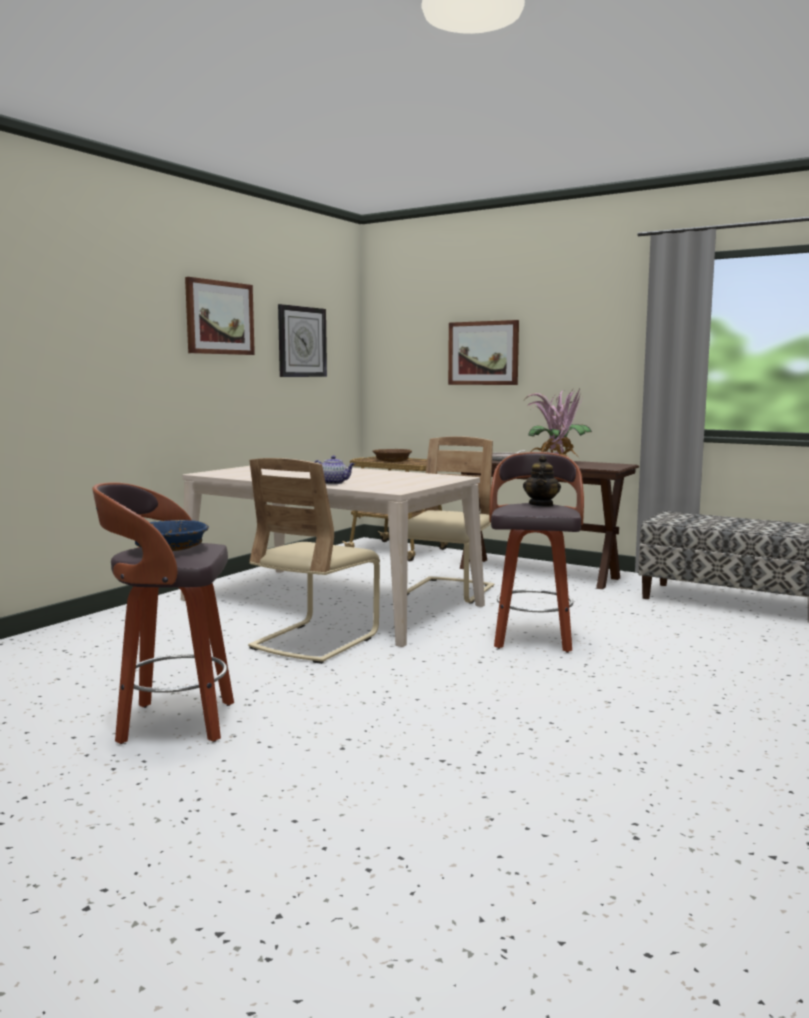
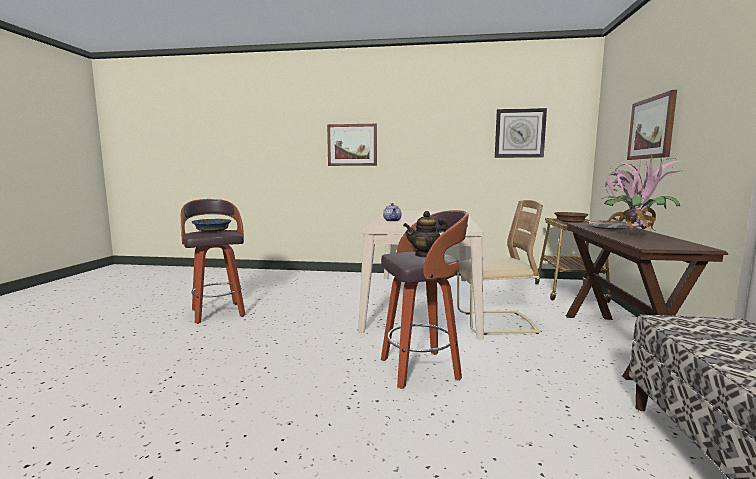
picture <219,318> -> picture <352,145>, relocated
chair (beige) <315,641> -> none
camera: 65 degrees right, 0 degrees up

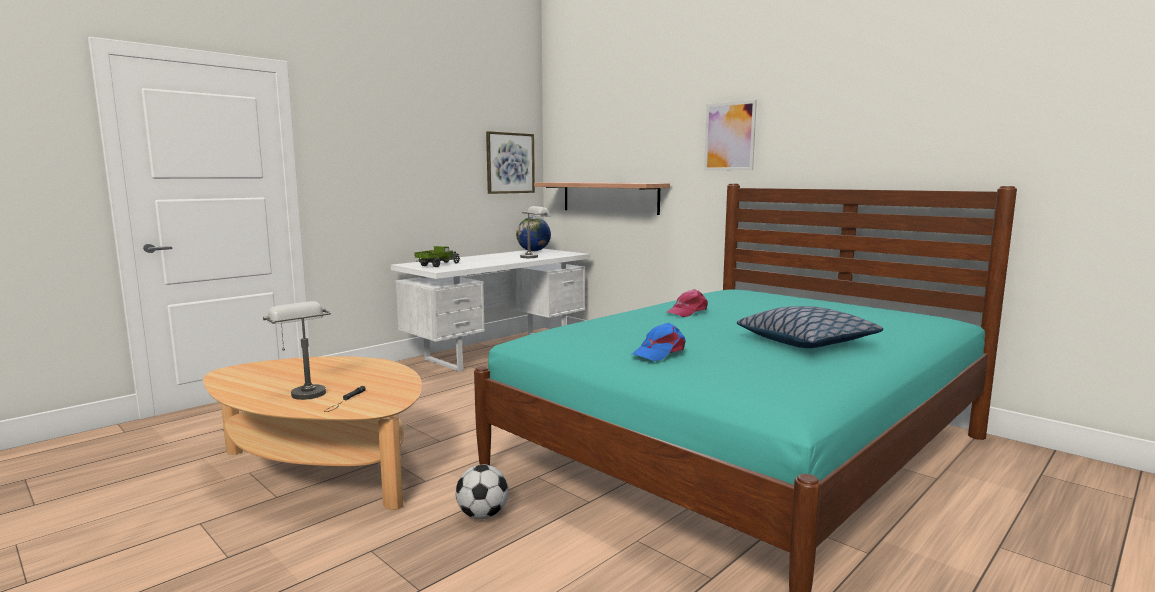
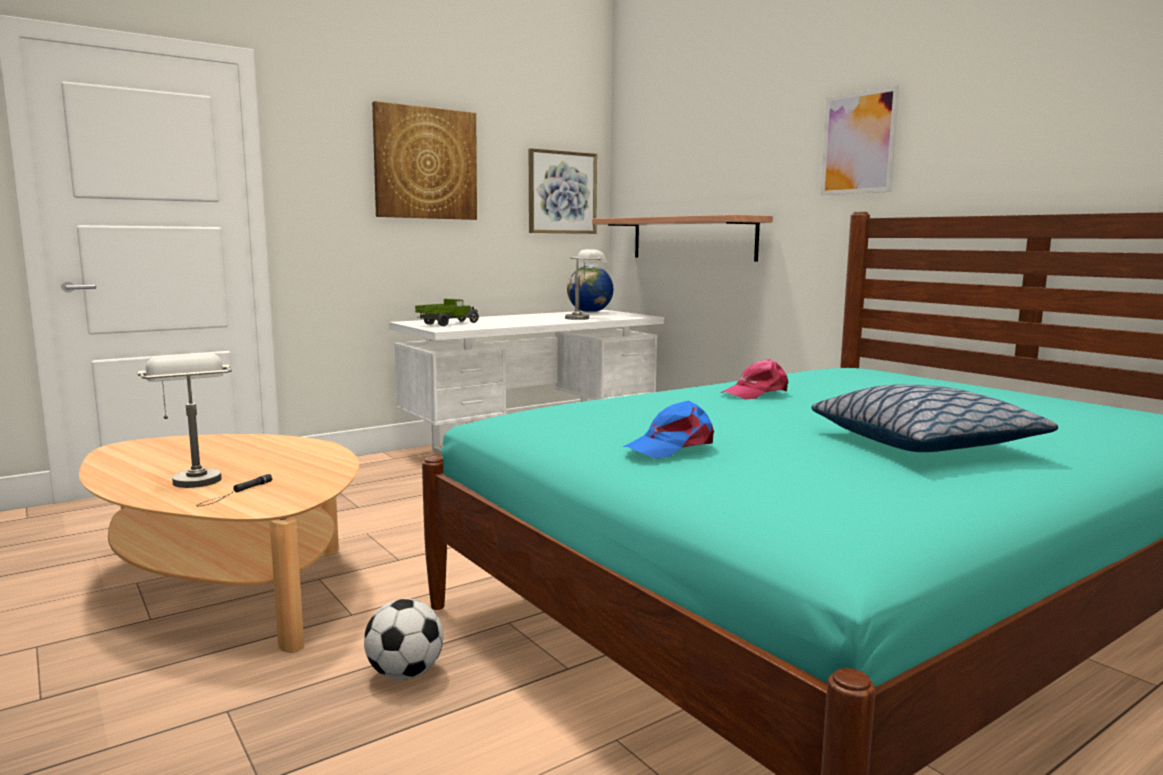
none -> picture <425,163>
camera: 10 degrees right, 0 degrees up

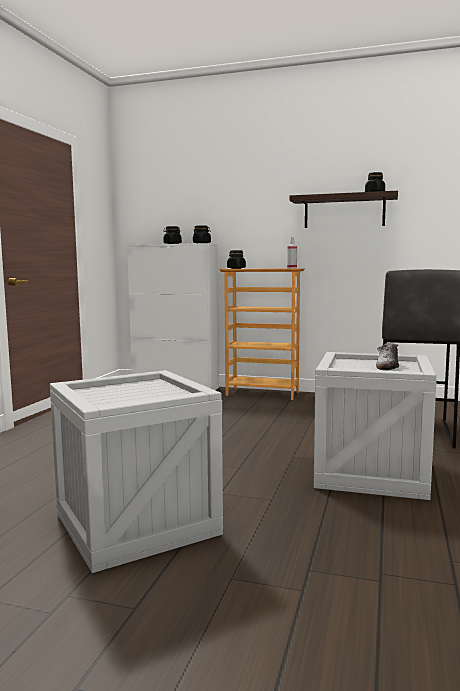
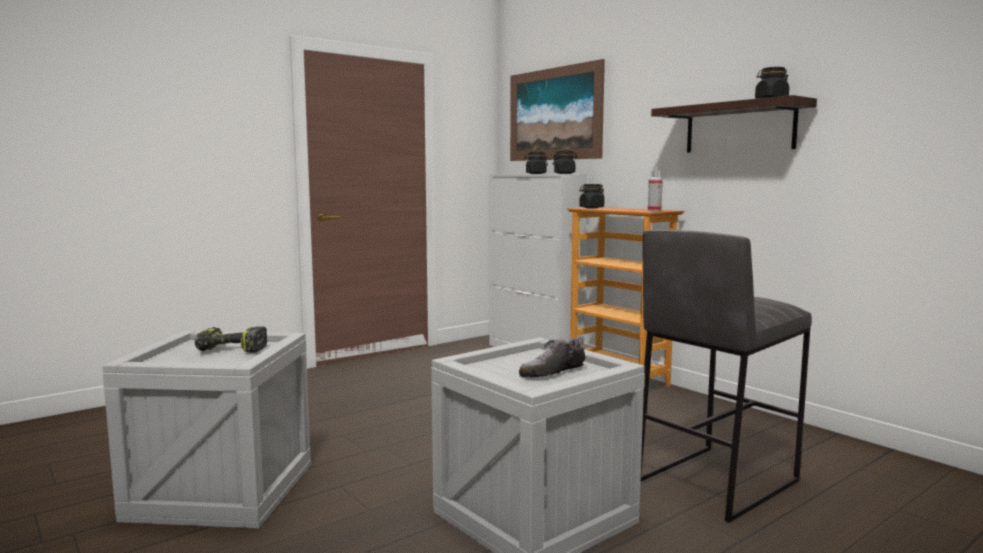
none -> power drill <230,351>
none -> picture <554,114>
camera: 35 degrees right, 0 degrees up

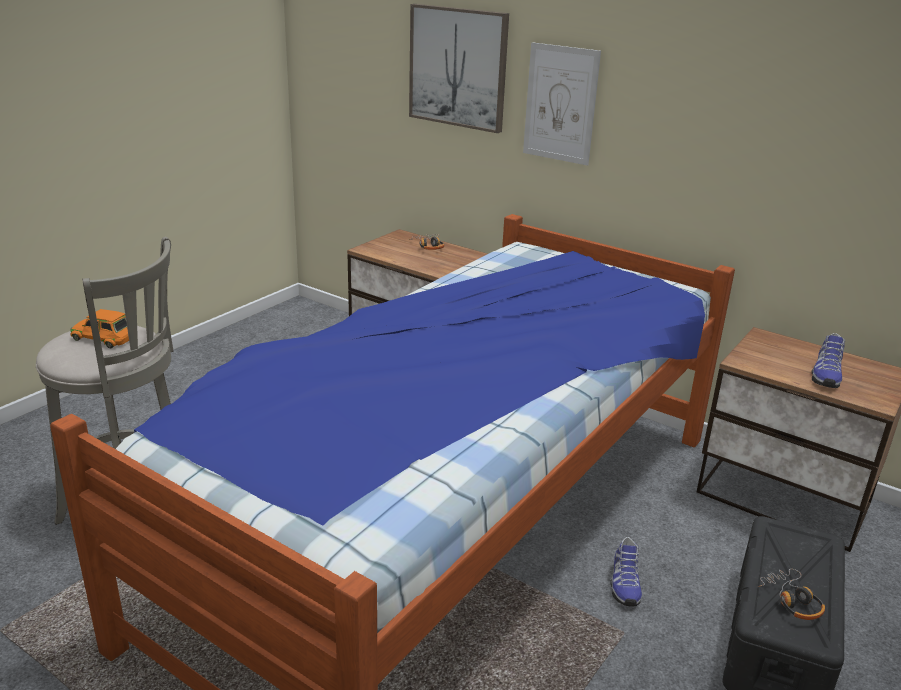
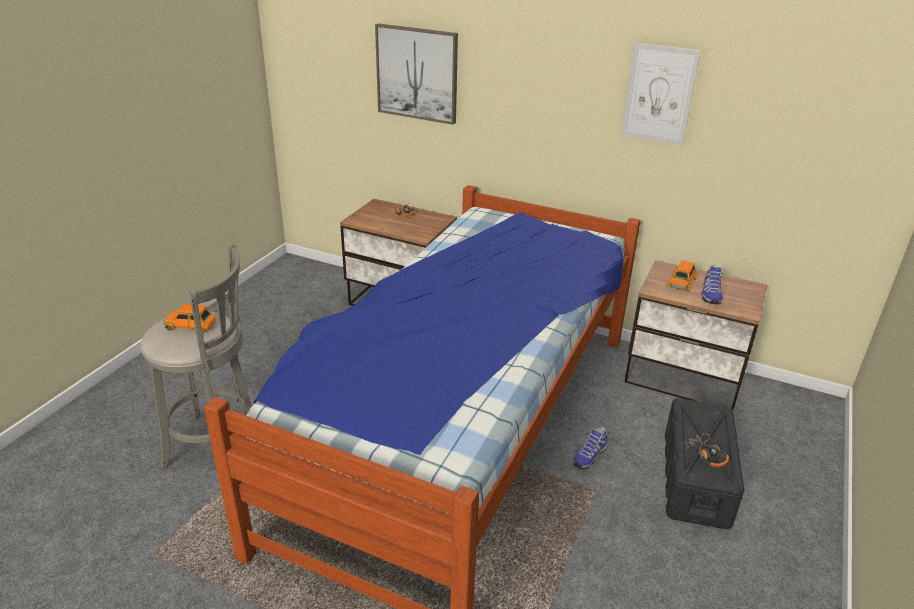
shoe <623,584> -> shoe <589,456>, 45 degrees clockwise
picture <560,104> -> picture <659,94>, relocated
none -> toy car (orange) <681,282>
camera: 10 degrees left, 5 degrees up

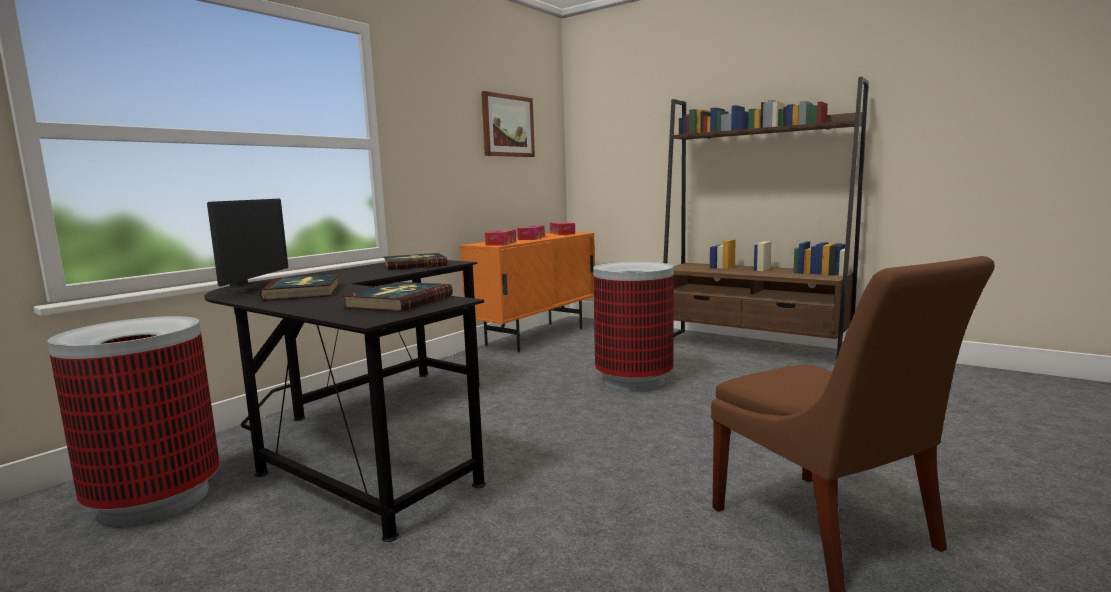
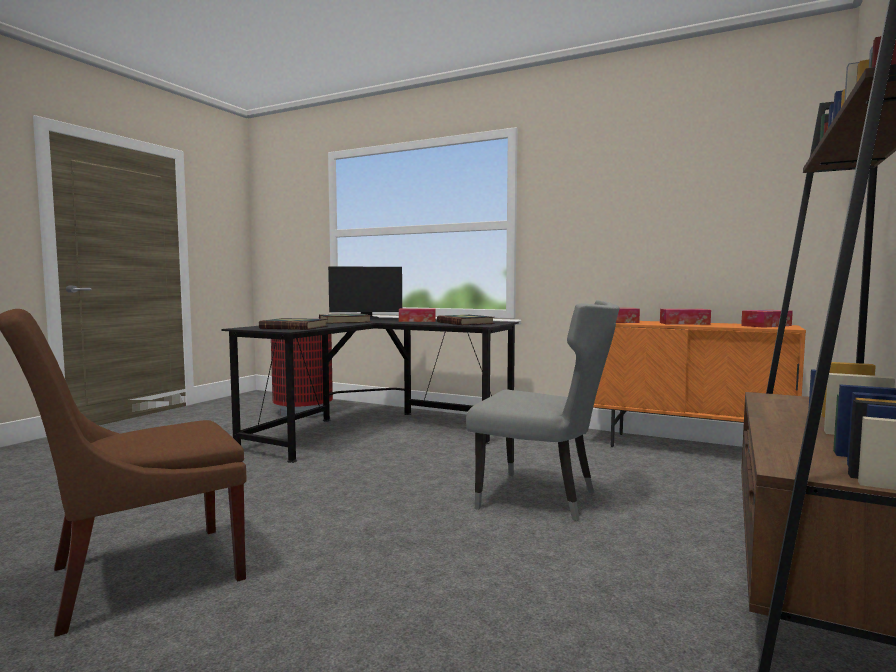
none -> tissue box <417,321>
trash can <634,380> -> chair (grey) <542,498>
picture <507,126> -> none
camera: 80 degrees right, 5 degrees down

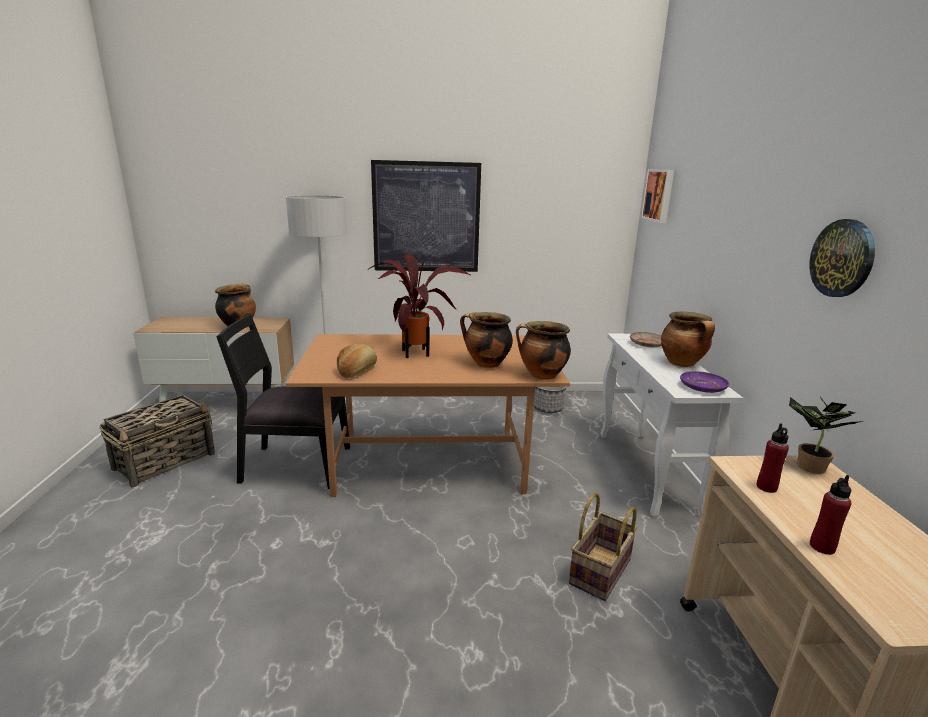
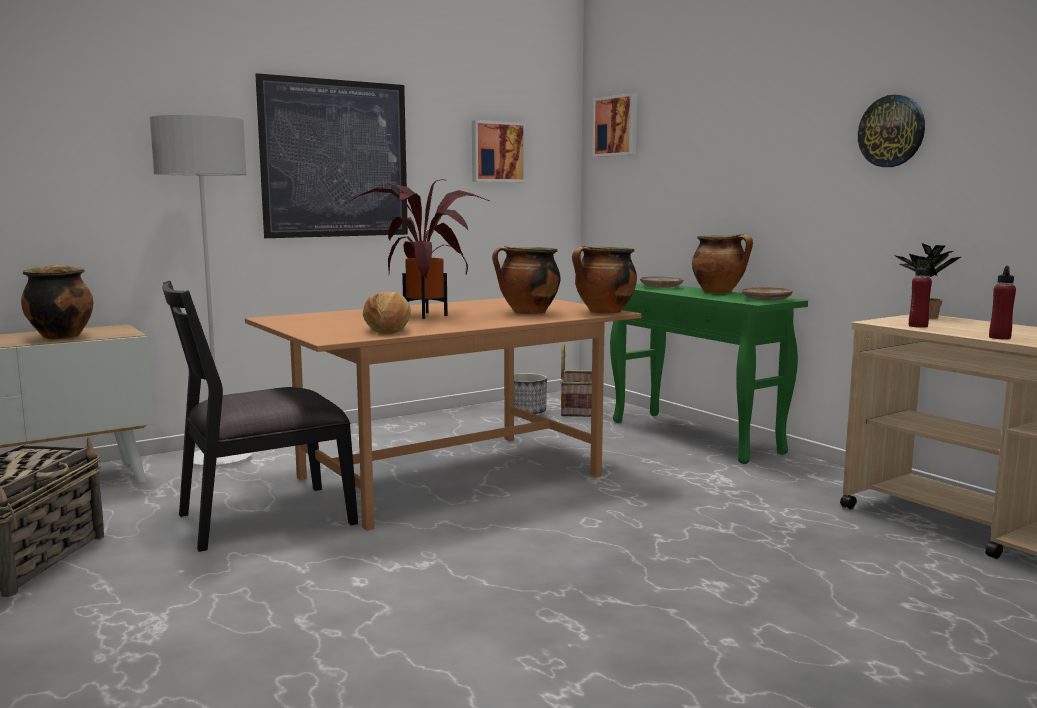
none -> picture <497,152>
basket <601,572> -> basket <578,409>, relocated
console table (white) <647,472> -> console table (green) <696,437>
plate (purple) <702,387> -> plate (beige) <766,299>
camera: 30 degrees left, 10 degrees down

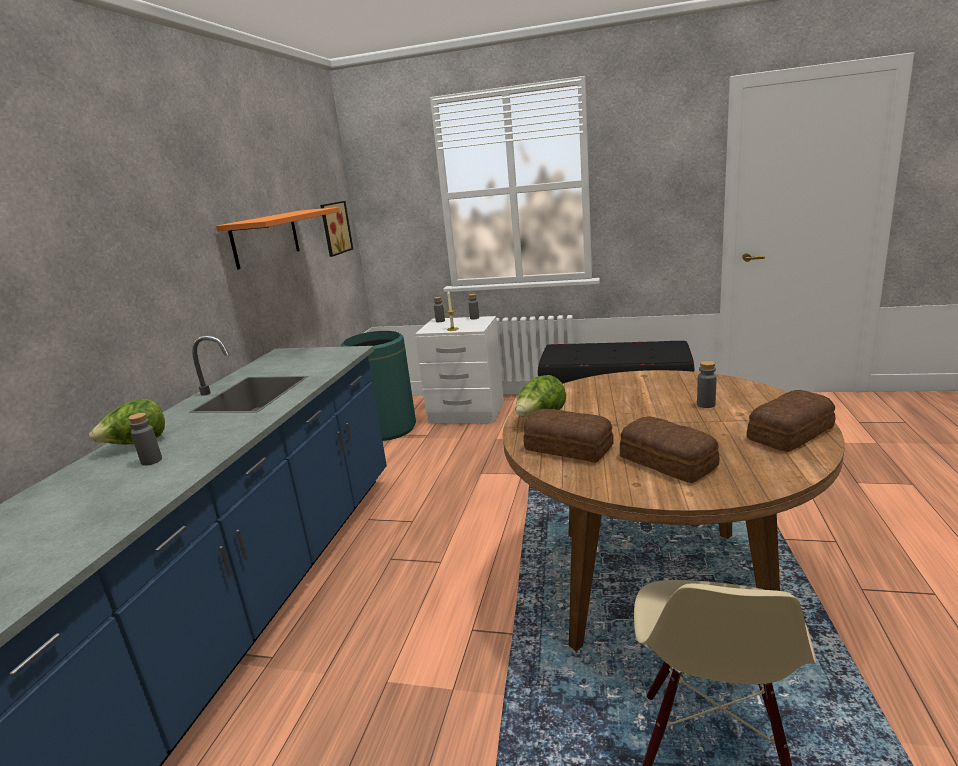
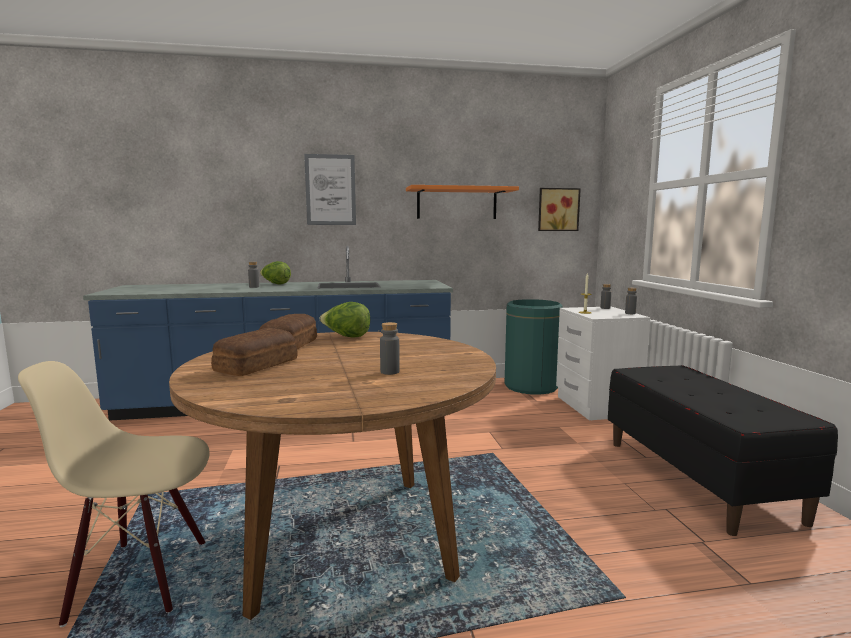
none -> picture <330,190>
bread <787,433> -> none
camera: 65 degrees right, 10 degrees down

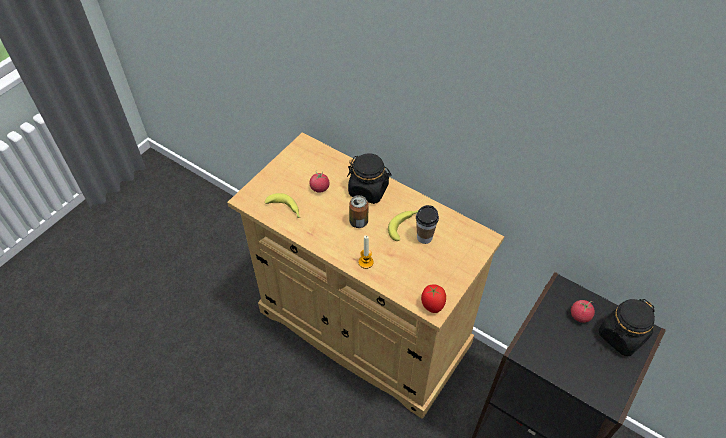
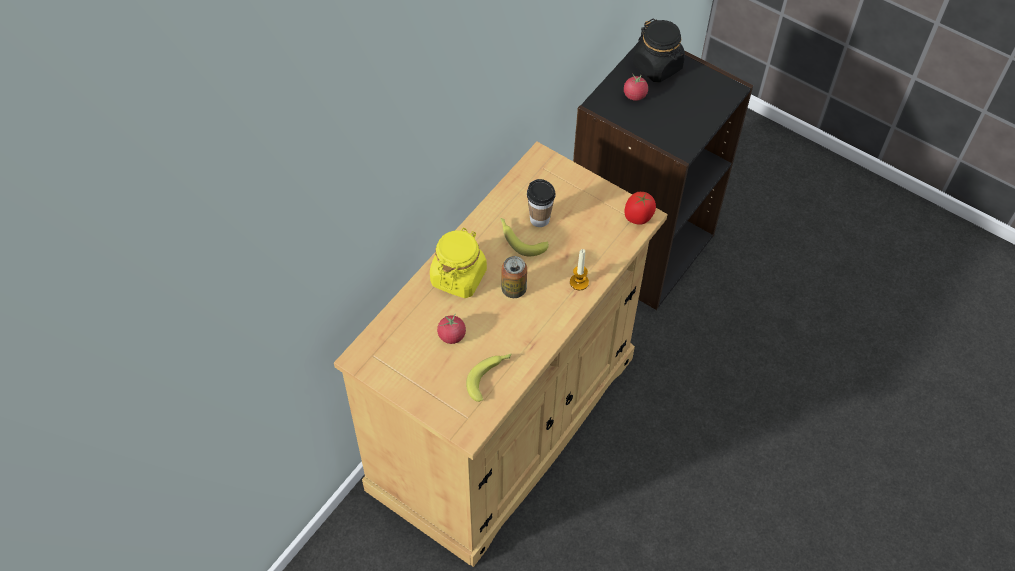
jar (black) <368,190> -> jar (yellow) <458,277>
camera: 90 degrees left, 5 degrees up

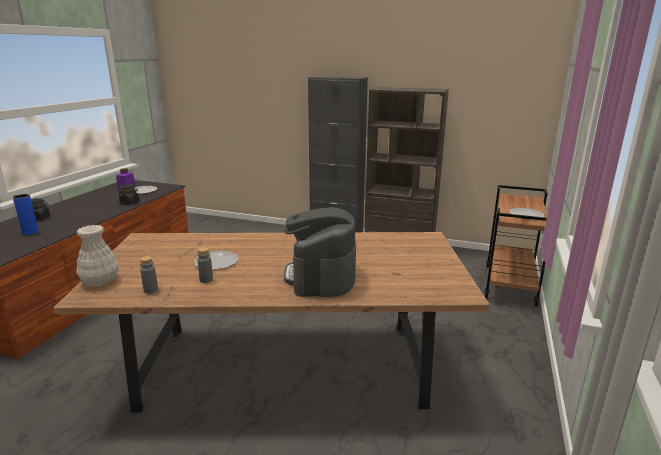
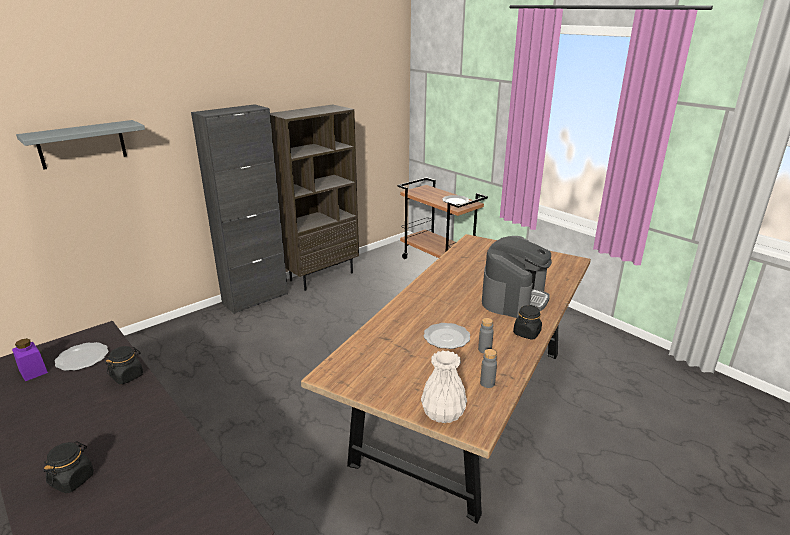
none -> shelf (grey) <82,144>
coffee machine <321,276> -> coffee machine <514,298>, 90 degrees counterclockwise
none -> jar (black) <526,333>
vase (blue) <30,232> -> none
camera: 60 degrees left, 5 degrees up

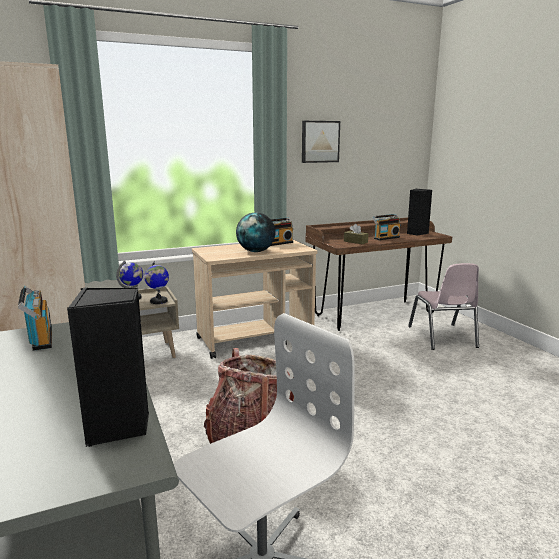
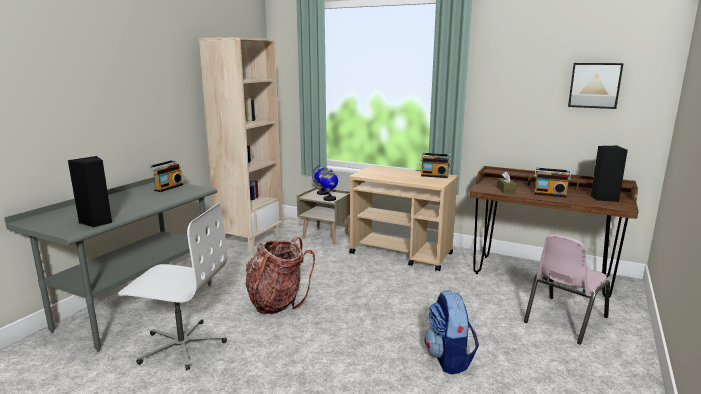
none -> backpack <449,359>
picture <319,141> -> picture <594,85>, relocated
globe <256,251> -> none
camera: 50 degrees right, 0 degrees up

